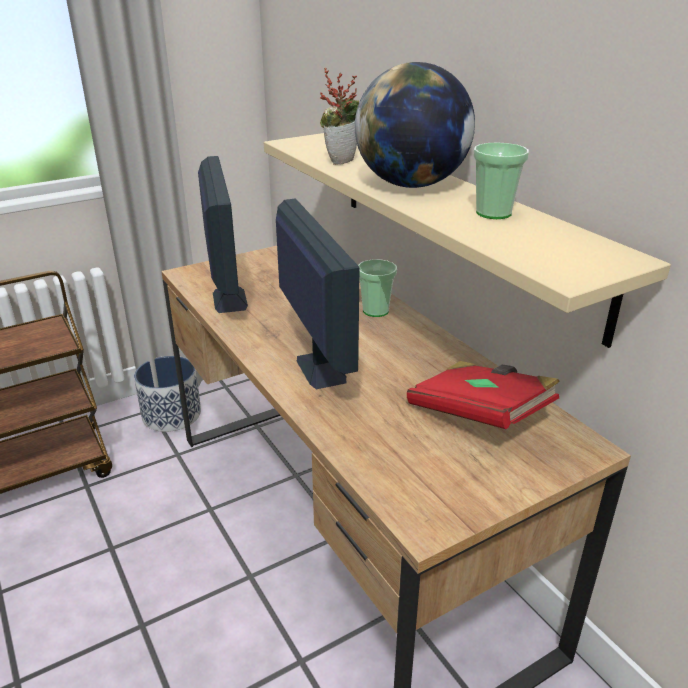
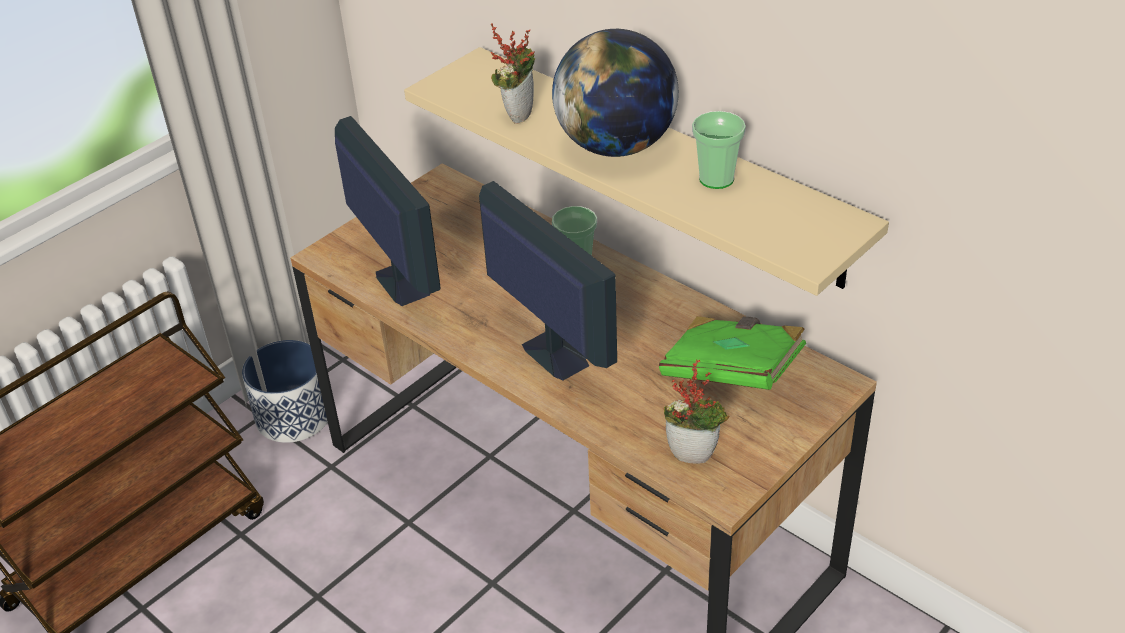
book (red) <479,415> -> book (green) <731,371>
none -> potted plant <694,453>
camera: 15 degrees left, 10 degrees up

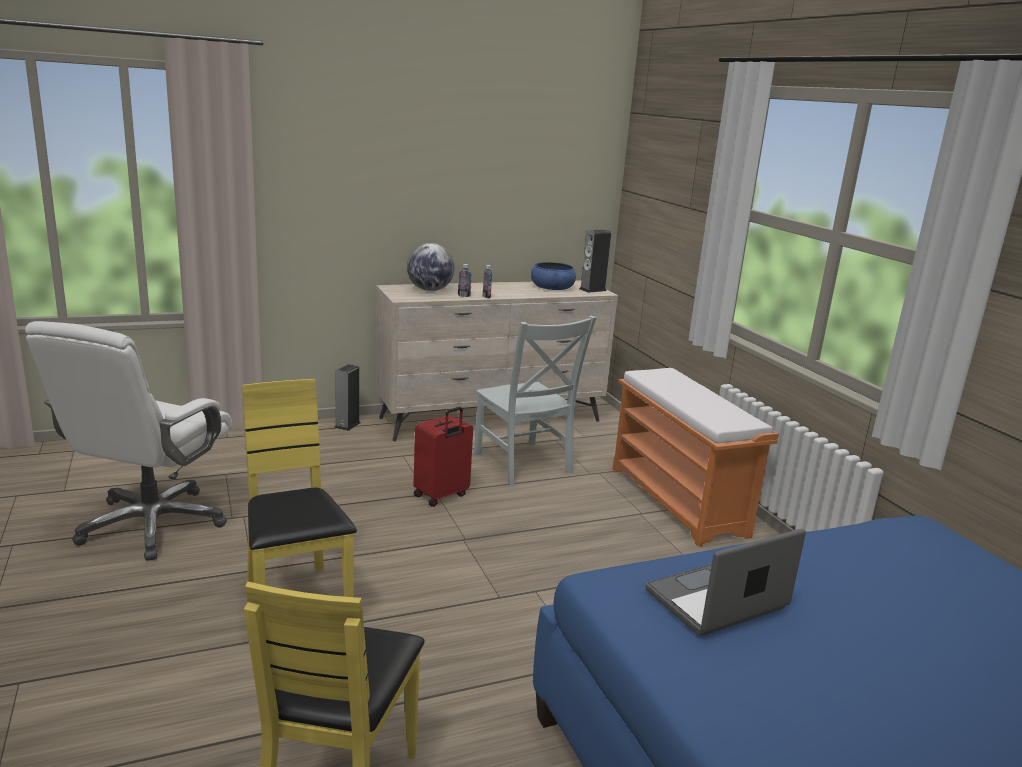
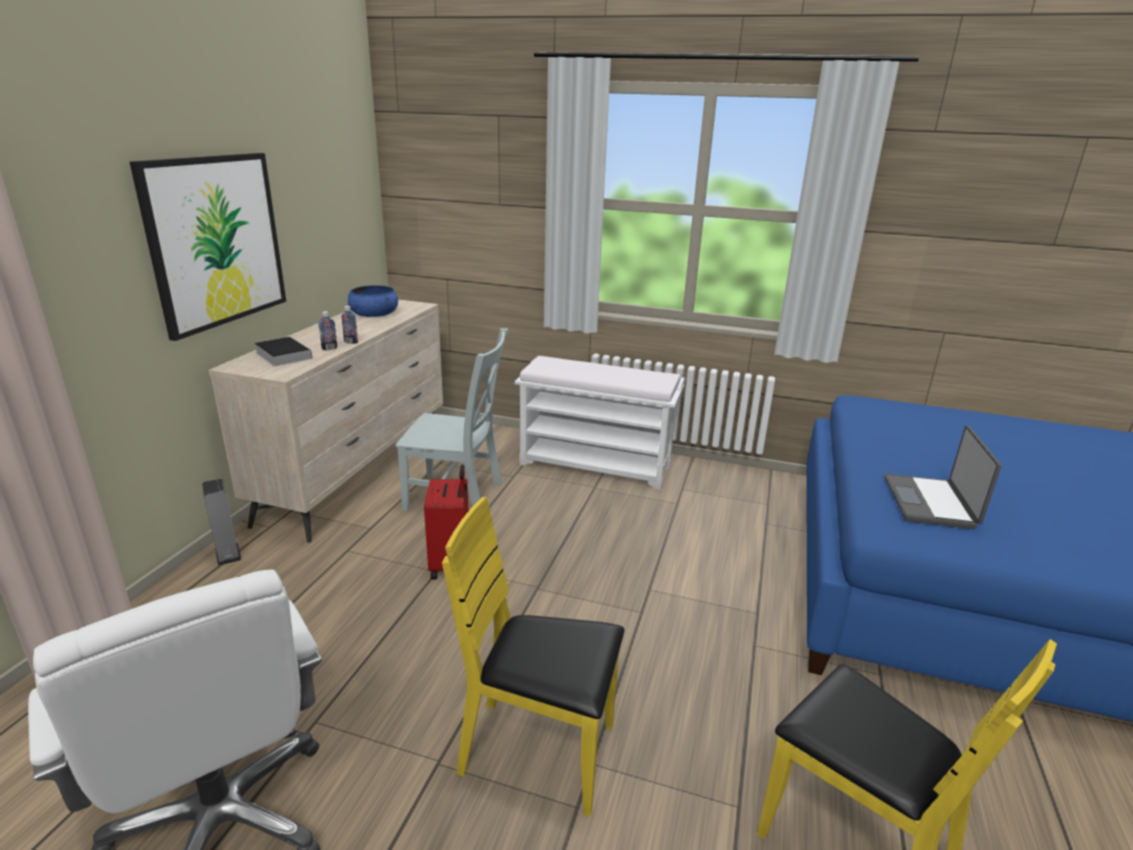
none -> picture <216,241>
globe <429,290> -> book <282,355>
bench (orange) <678,501> -> bench (white) <596,465>
speaker <592,290> -> none
camera: 50 degrees left, 5 degrees up

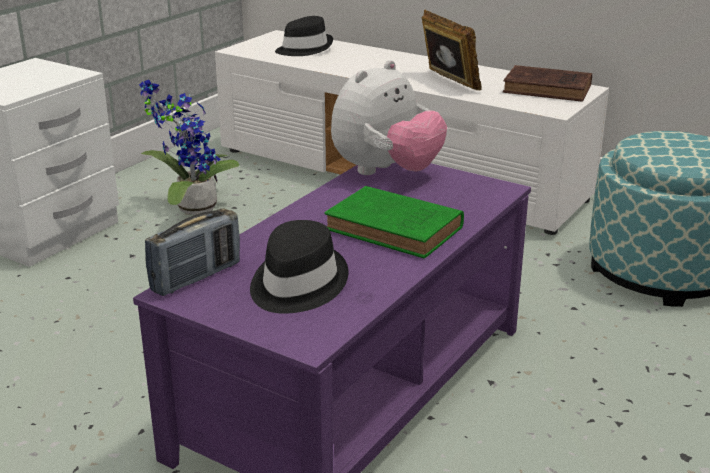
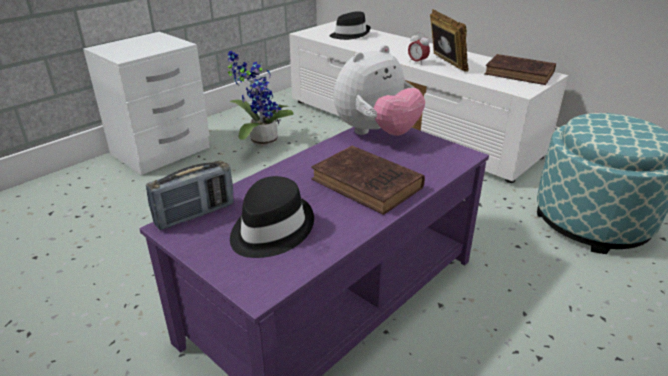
book (green) <397,229> -> book (brown) <369,185>
none -> alarm clock <417,62>
camera: 10 degrees right, 5 degrees up

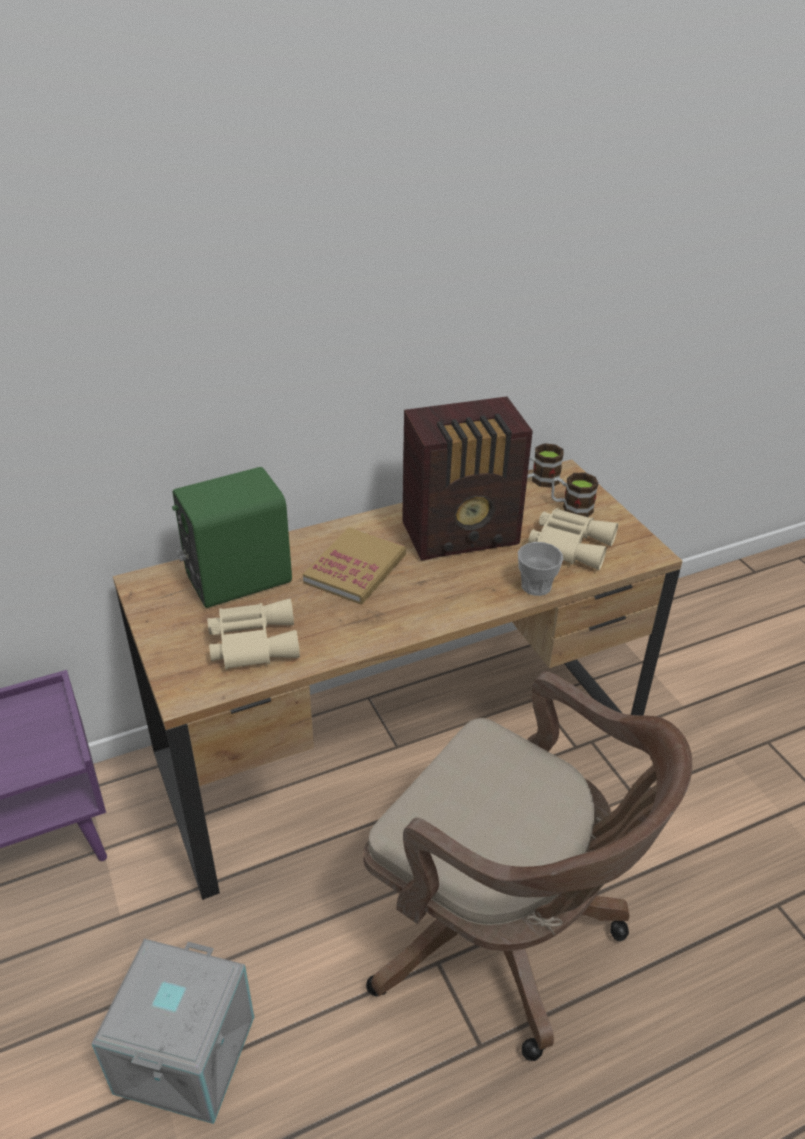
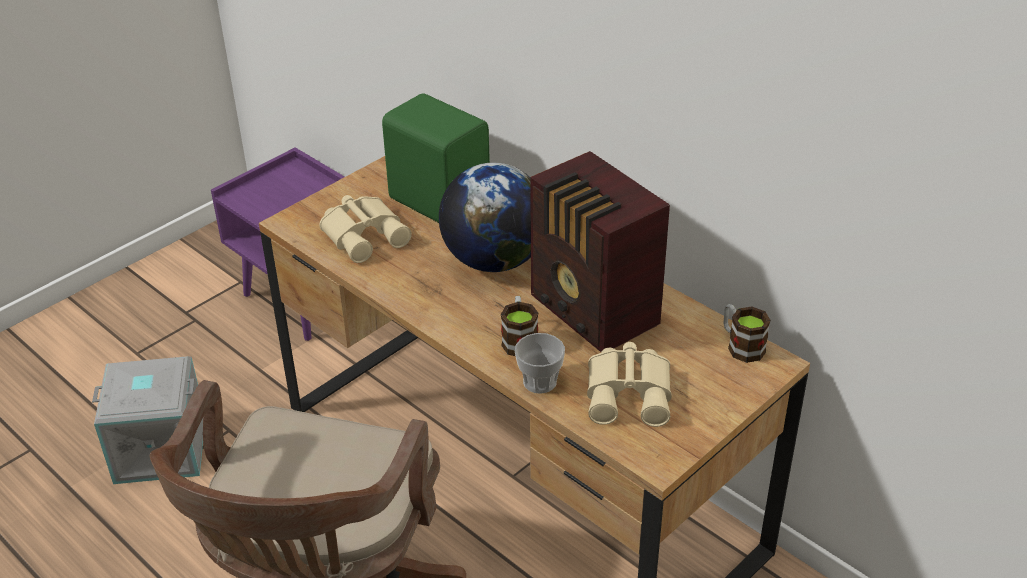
book <355,569> -> globe <494,260>
mug <571,508> -> mug <519,339>, relocated
camera: 70 degrees right, 0 degrees up

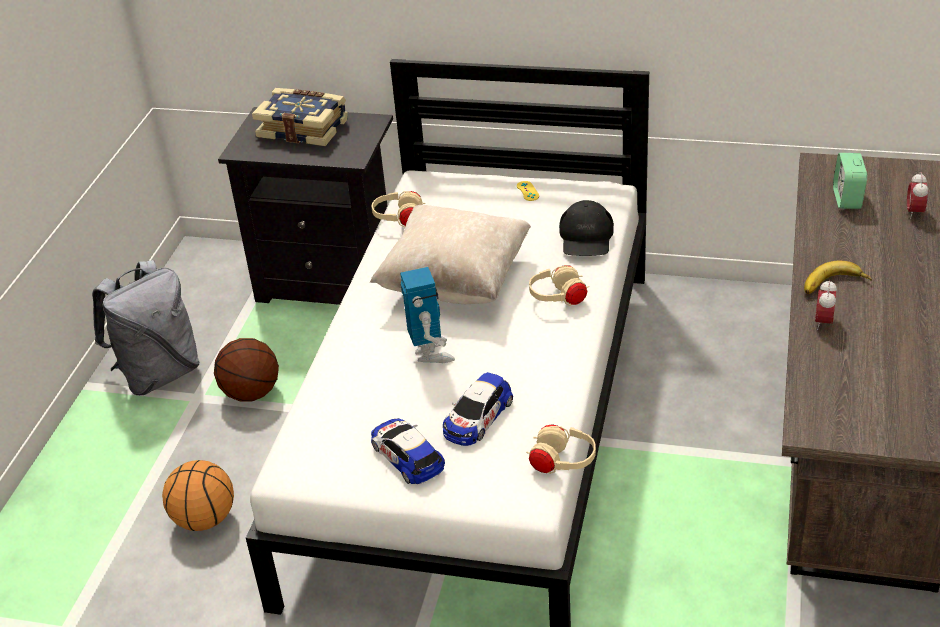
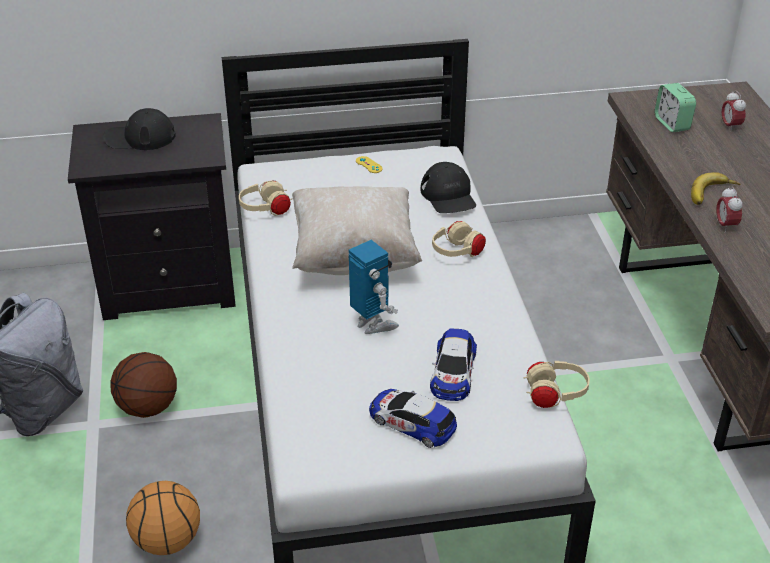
book <303,128> -> cap (black) <139,137>
camera: 25 degrees left, 0 degrees up

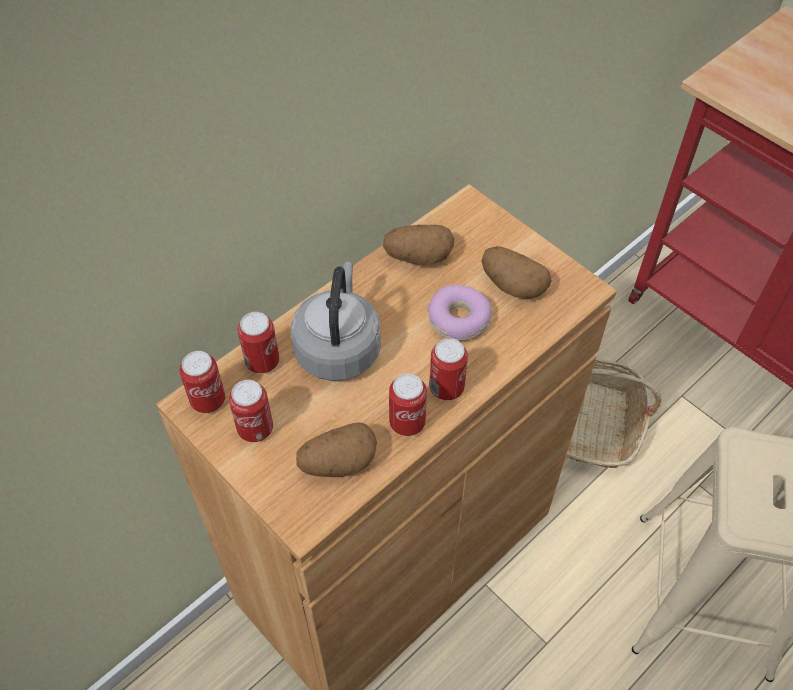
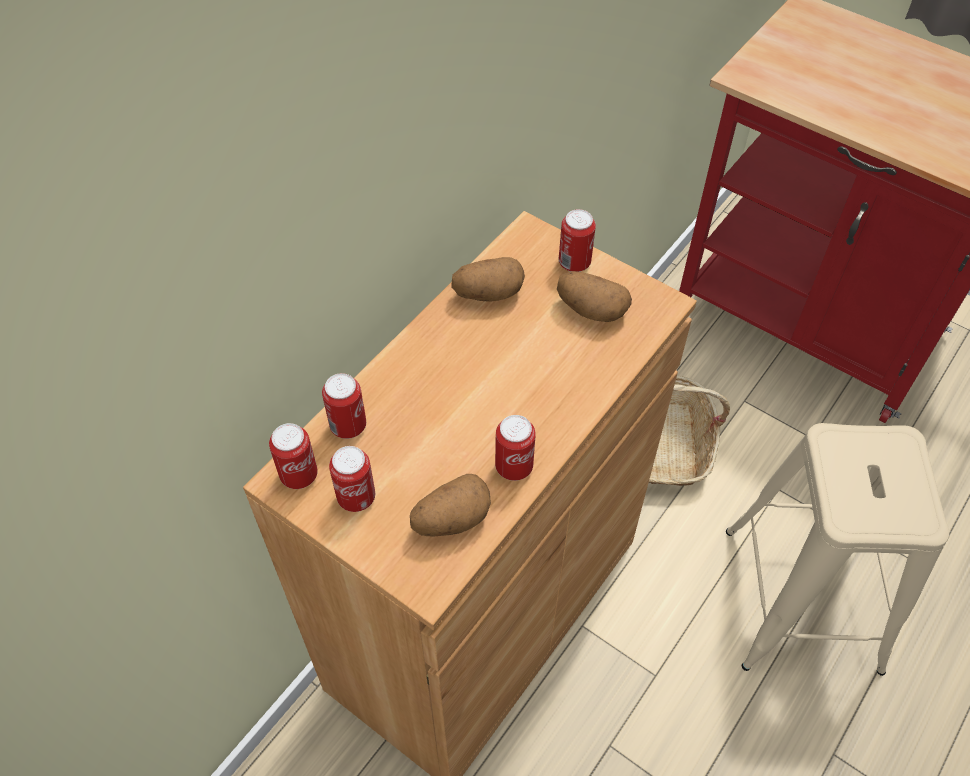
can <446,388> -> can <574,263>, relocated
kettle (grey) <338,348> -> none
donut <458,320> -> none
camera: 10 degrees left, 0 degrees up

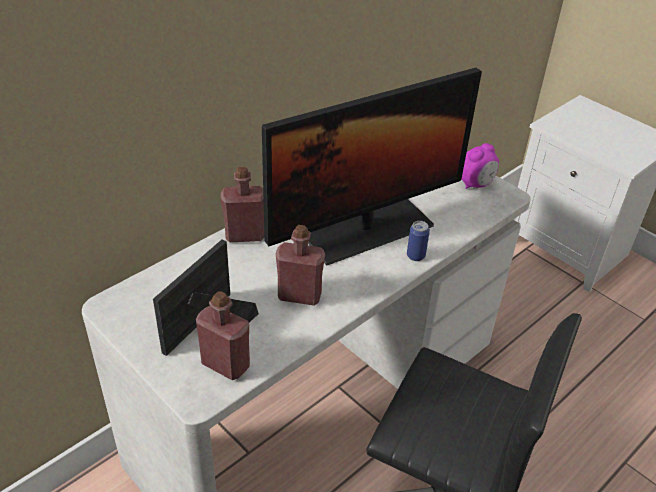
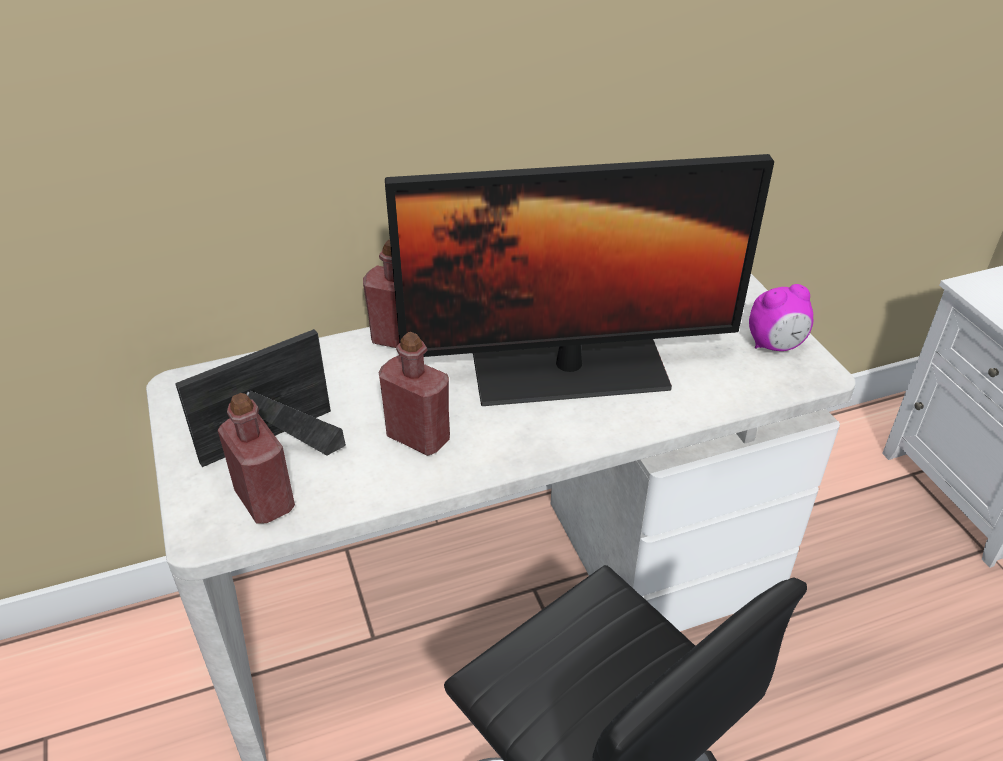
can <415,256> -> none
camera: 25 degrees right, 0 degrees up

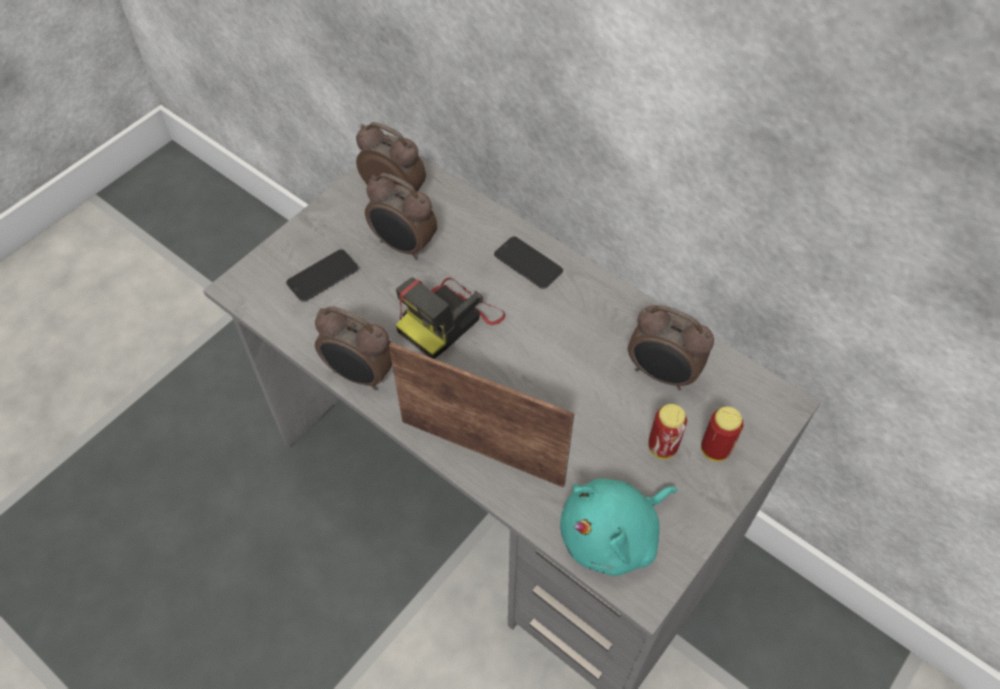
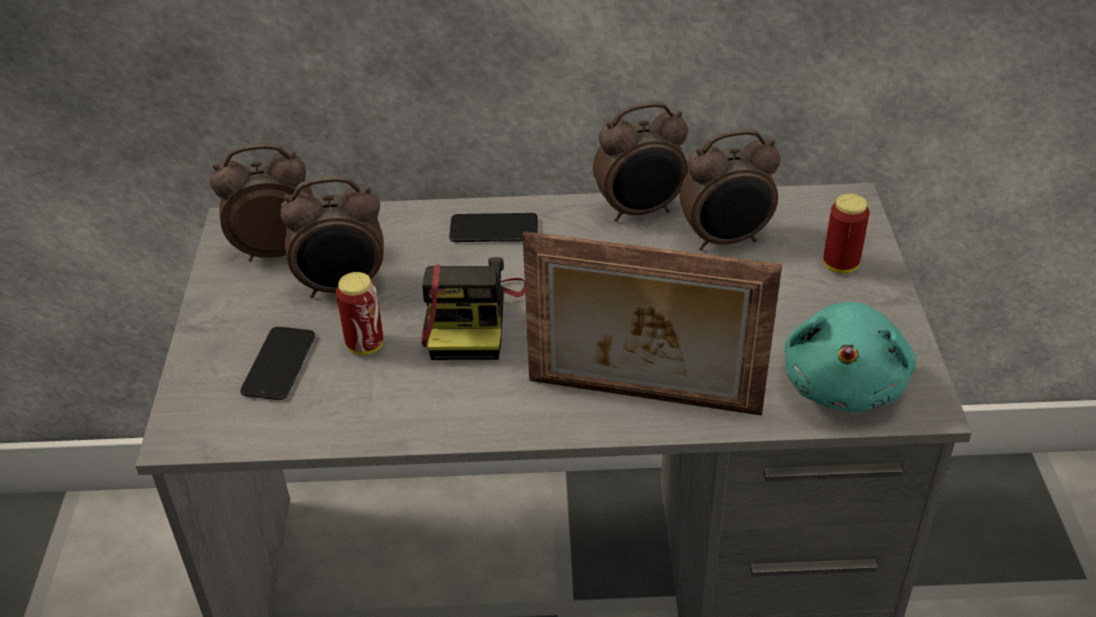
can <662,447> -> can <365,345>, relocated
picture frame <483,449> -> picture frame <643,399>, 150 degrees counterclockwise
alarm clock <360,375> -> alarm clock <640,211>, relocated
camera: 40 degrees left, 15 degrees down

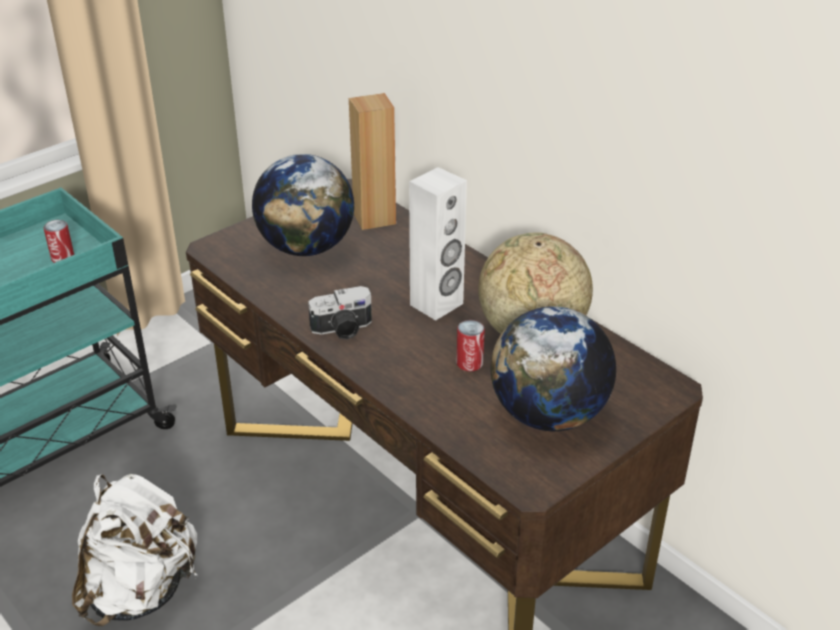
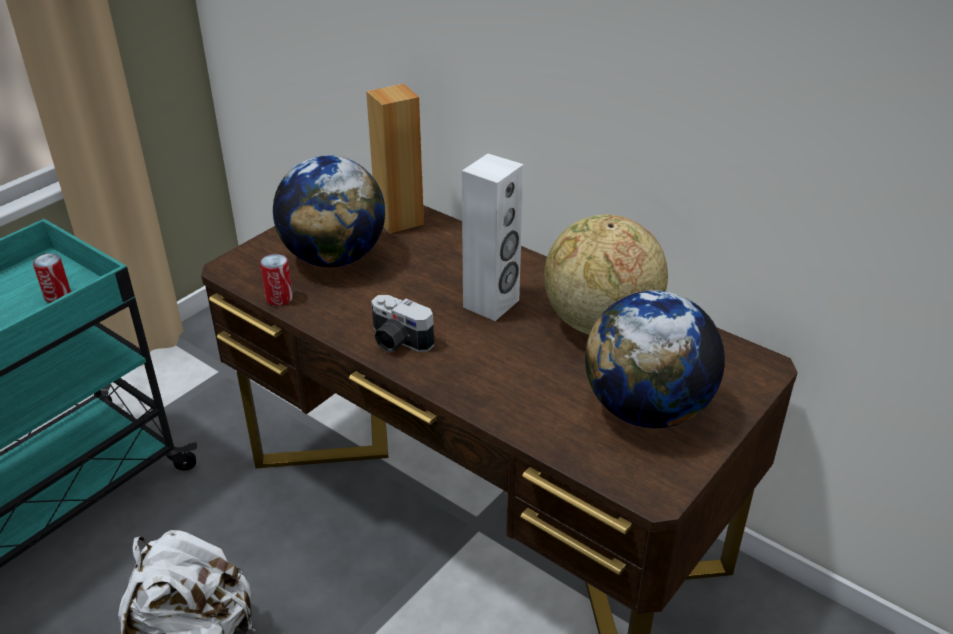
can <469,363> -> can <279,298>, relocated
photo camera <343,329> -> photo camera <398,341>, 60 degrees clockwise
camera: 10 degrees left, 0 degrees up

